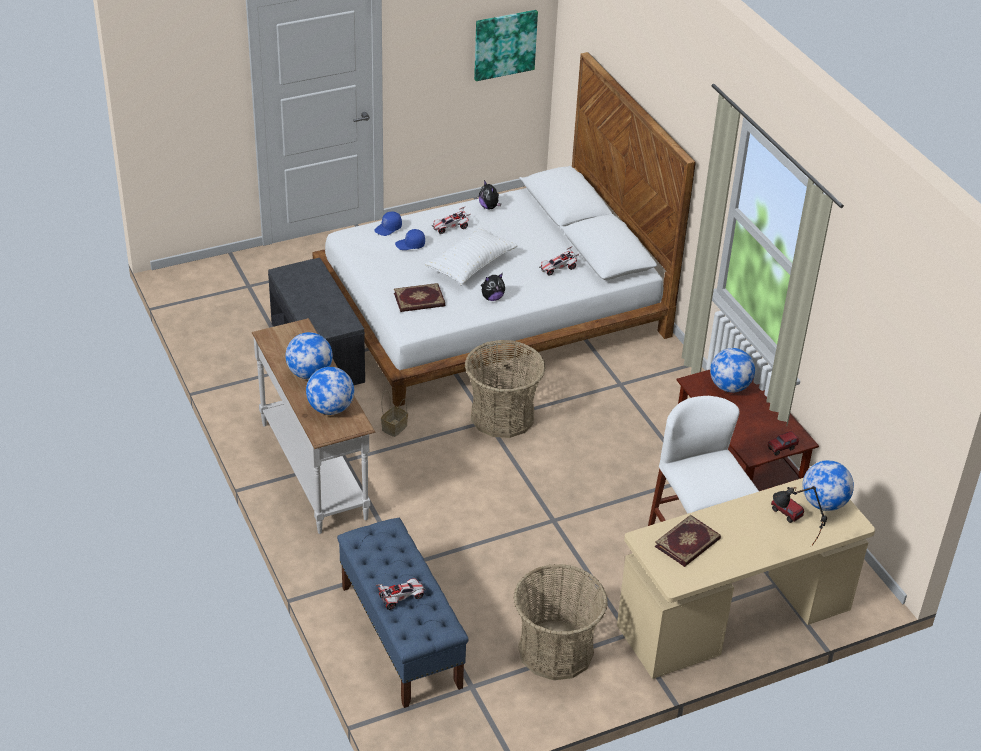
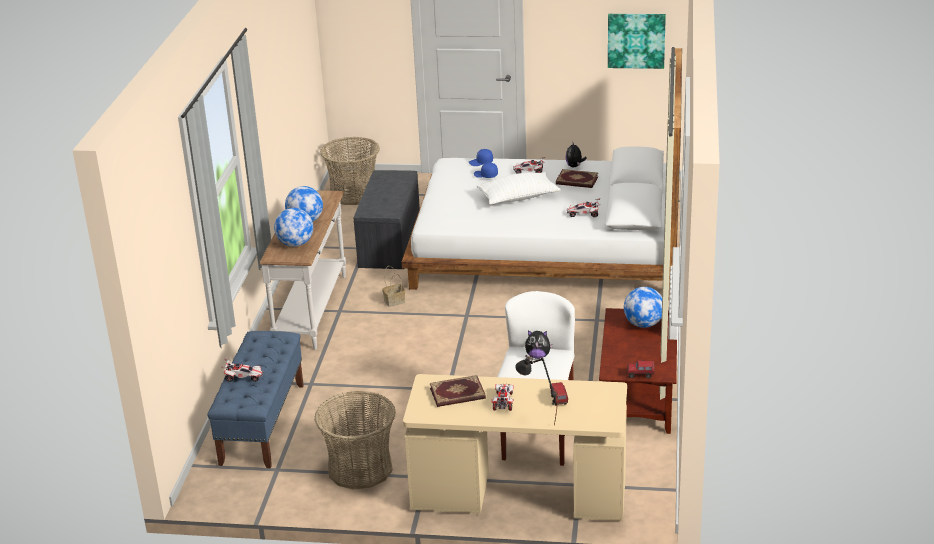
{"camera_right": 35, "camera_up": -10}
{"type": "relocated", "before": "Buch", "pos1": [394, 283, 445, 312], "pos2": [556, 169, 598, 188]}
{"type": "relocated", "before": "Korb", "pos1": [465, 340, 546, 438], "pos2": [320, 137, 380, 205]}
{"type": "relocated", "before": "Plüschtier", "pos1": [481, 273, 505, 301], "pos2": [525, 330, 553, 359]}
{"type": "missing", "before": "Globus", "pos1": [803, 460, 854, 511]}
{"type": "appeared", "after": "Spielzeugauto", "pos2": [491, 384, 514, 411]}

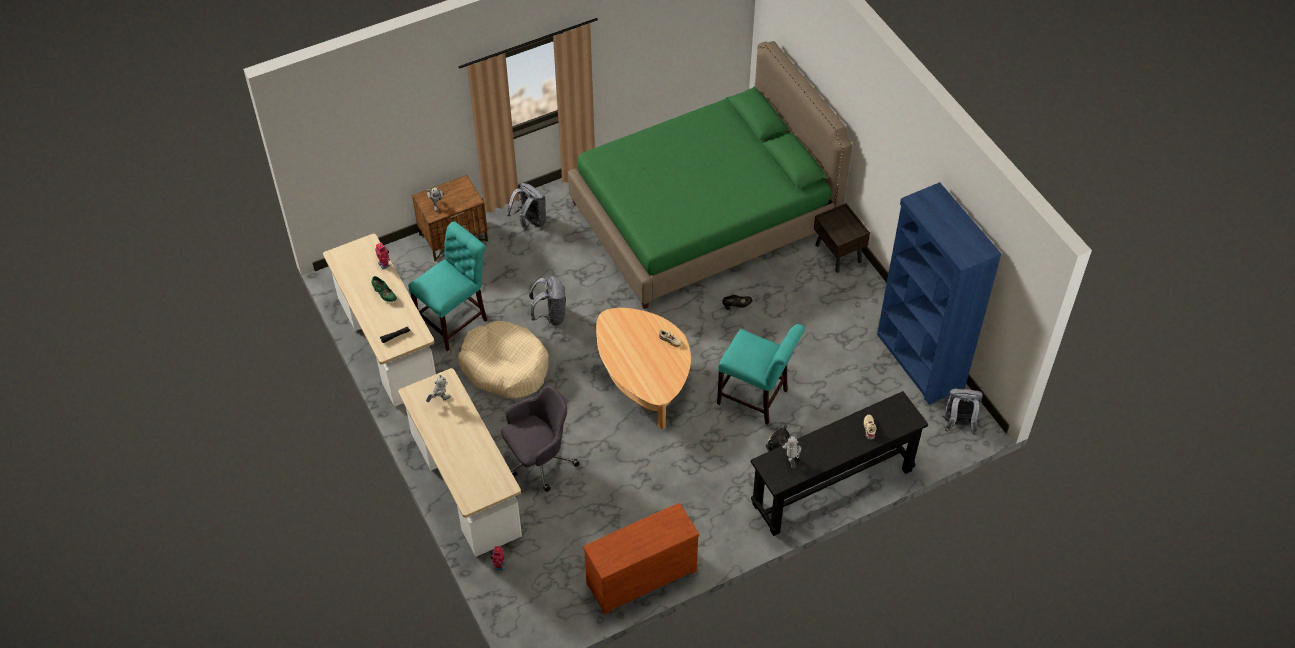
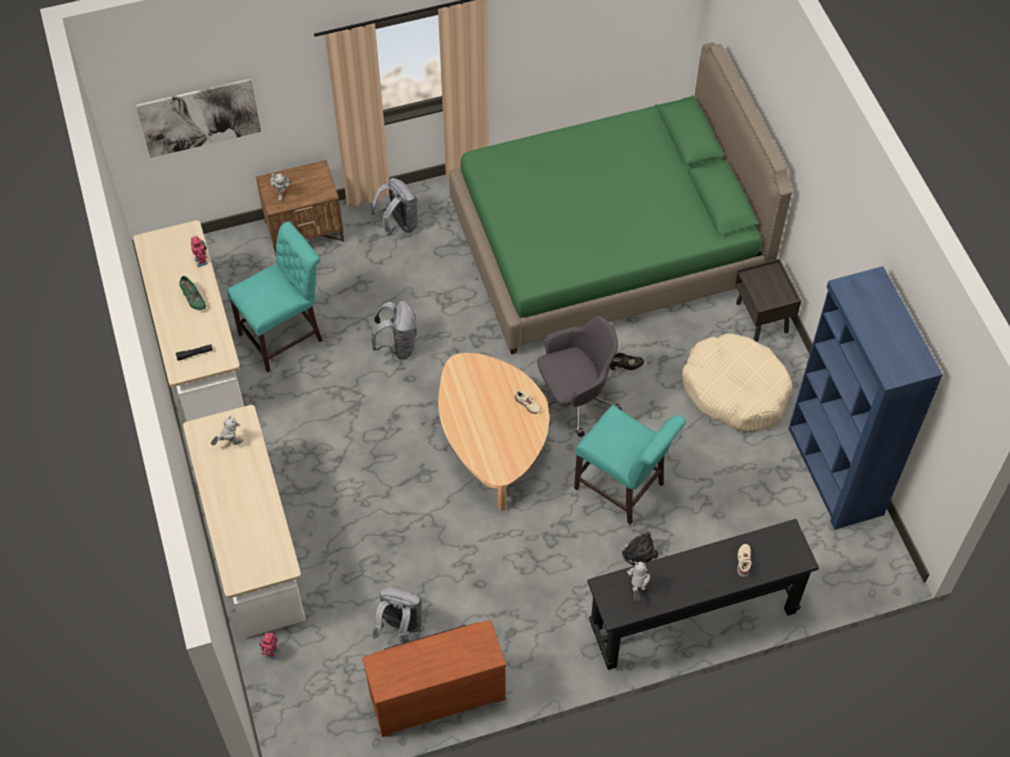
{"camera_right": 10, "camera_up": 5}
{"type": "relocated", "before": "Hundebett/beige", "pos1": [458, 321, 549, 398], "pos2": [682, 334, 792, 431]}
{"type": "relocated", "before": "Bürostuhl/grau", "pos1": [501, 386, 580, 492], "pos2": [537, 316, 622, 437]}
{"type": "relocated", "before": "Rucksack/grau", "pos1": [942, 389, 983, 435], "pos2": [372, 587, 422, 644]}
{"type": "appeared", "after": "Bild", "pos2": [136, 78, 261, 158]}

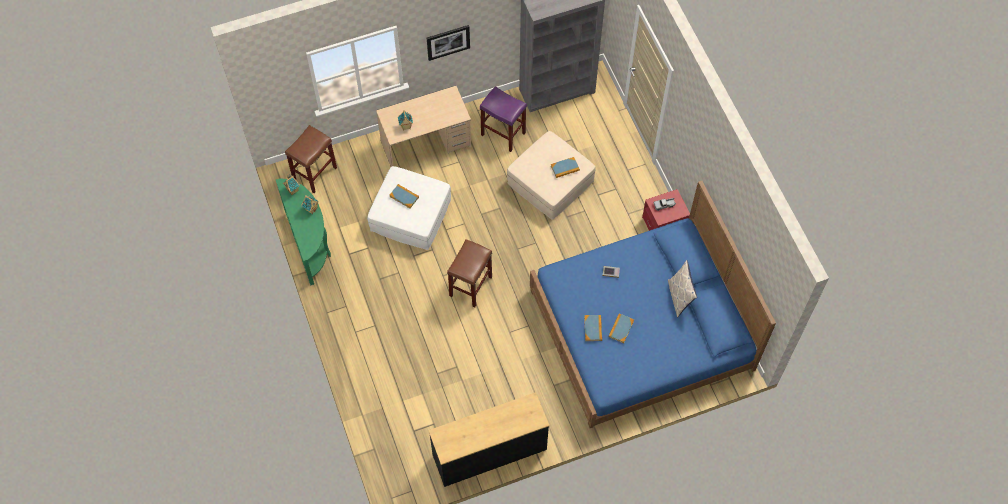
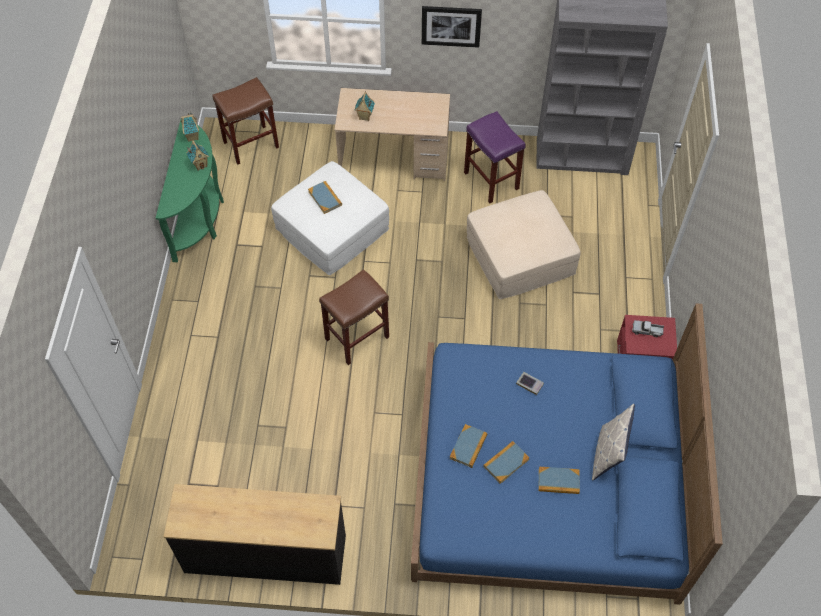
{"camera_right": 25, "camera_up": -5}
{"type": "relocated", "before": "Buch", "pos1": [551, 157, 580, 178], "pos2": [539, 467, 580, 494]}

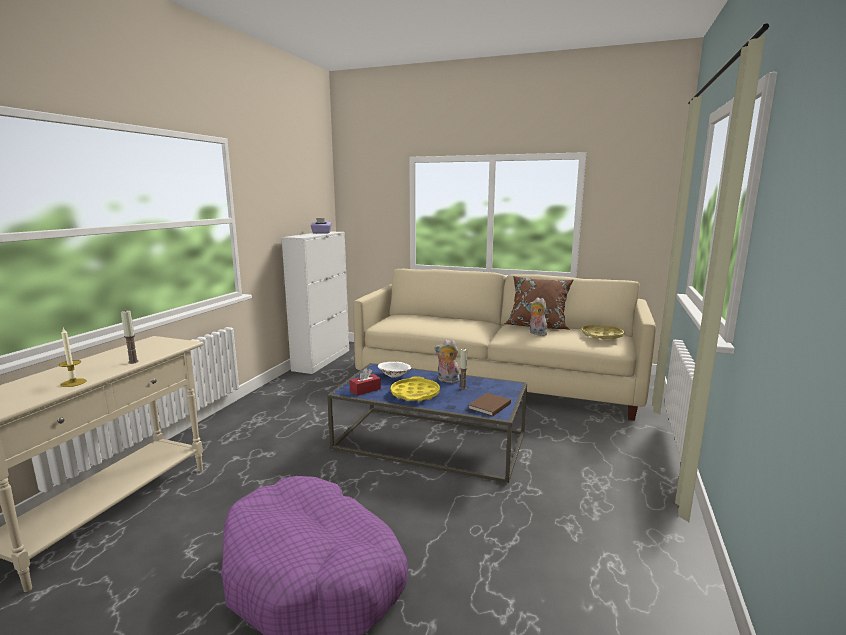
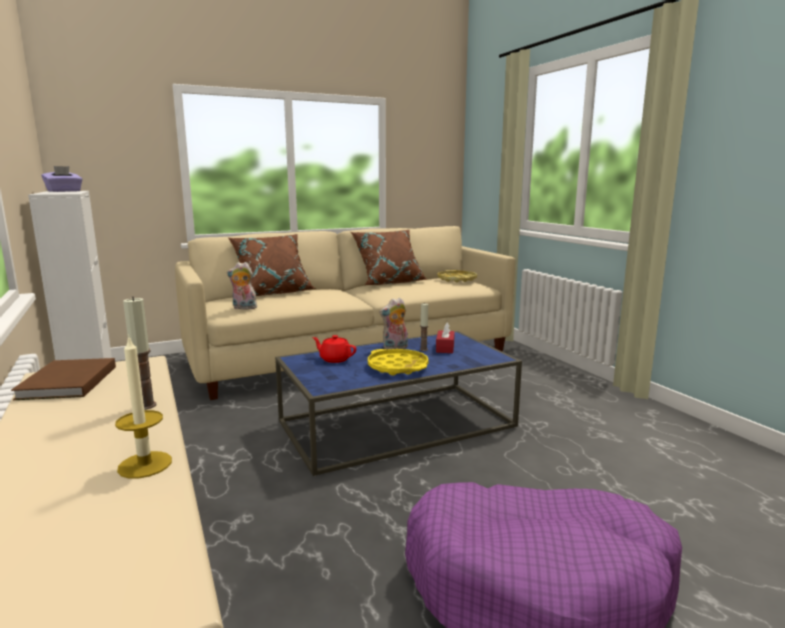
{"camera_right": -45, "camera_up": 0}
{"type": "relocated", "before": "Taschentuchbox/rot", "pos1": [350, 368, 381, 396], "pos2": [436, 322, 455, 353]}
{"type": "exchanged", "before": "Schüssel/weiß", "after": "Teekanne/rot", "pos1": [378, 362, 411, 378], "pos2": [312, 335, 356, 363]}
{"type": "relocated", "before": "Buch/braun", "pos1": [468, 393, 511, 417], "pos2": [11, 358, 116, 400]}
{"type": "relocated", "before": "Plüschtier", "pos1": [529, 297, 547, 336], "pos2": [227, 262, 257, 310]}
{"type": "appeared", "after": "Kissen/braun", "pos2": [228, 234, 316, 296]}

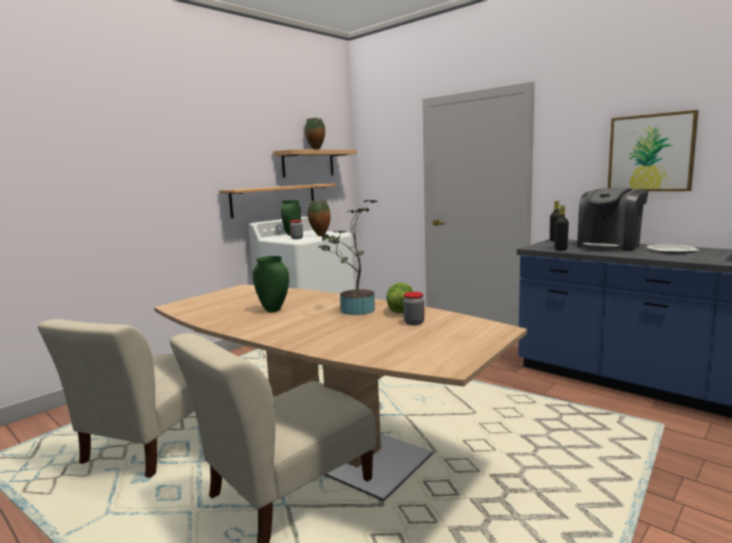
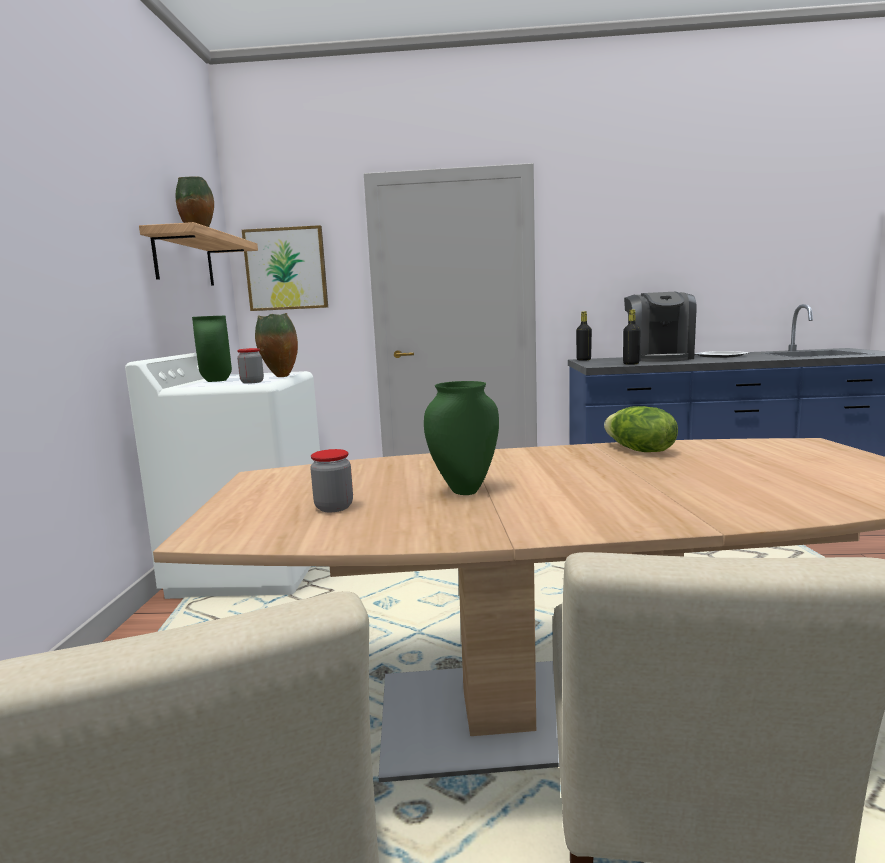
{"camera_right": -40, "camera_up": 0}
{"type": "missing", "before": "Wandregal", "pos1": [219, 184, 336, 218]}
{"type": "missing", "before": "Topfpflanze", "pos1": [318, 200, 378, 315]}
{"type": "relocated", "before": "Vorratsglas", "pos1": [403, 292, 425, 325], "pos2": [310, 449, 353, 512]}
{"type": "relocated", "before": "Bild", "pos1": [608, 110, 699, 191], "pos2": [242, 225, 328, 311]}

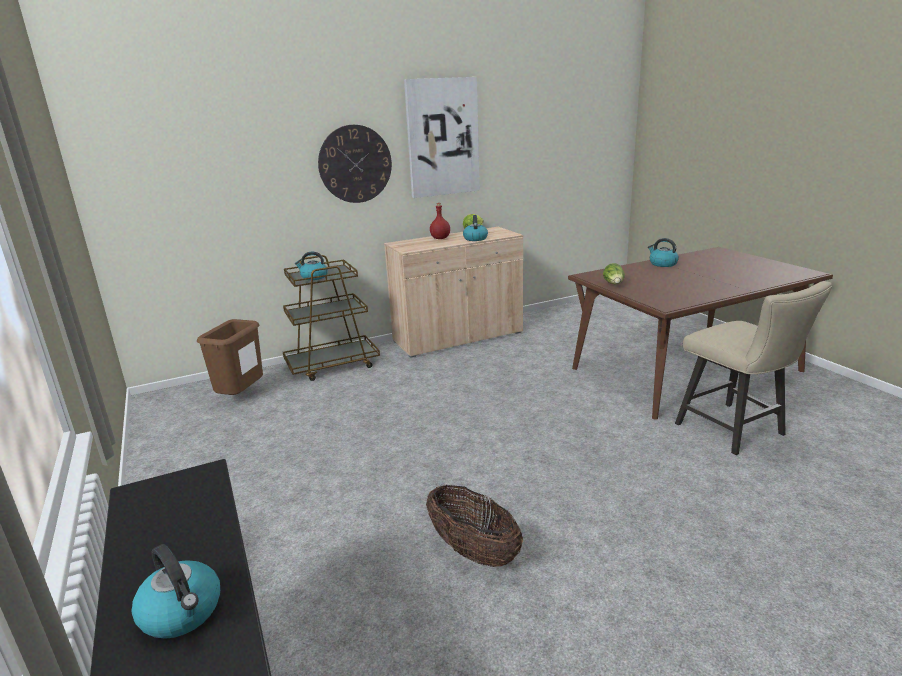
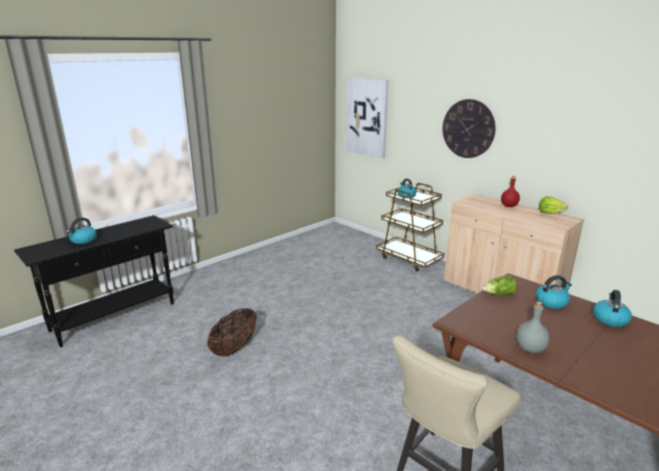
{"camera_right": 70, "camera_up": 0}
{"type": "missing", "before": "Mülleimer/braun", "pos1": [197, 319, 263, 395]}
{"type": "relocated", "before": "Bild", "pos1": [404, 77, 480, 198], "pos2": [346, 78, 388, 159]}
{"type": "relocated", "before": "Wasserkessel", "pos1": [463, 215, 488, 241], "pos2": [535, 275, 572, 309]}
{"type": "appeared", "after": "Flasche/grau", "pos2": [516, 302, 550, 353]}

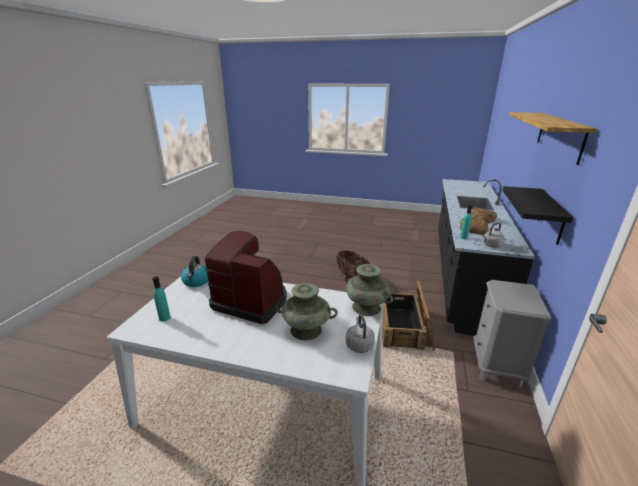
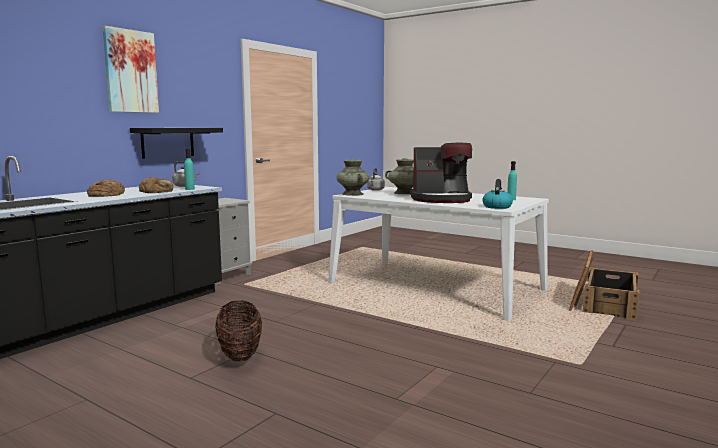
{"camera_right": -160, "camera_up": -15}
{"type": "spun", "before": "Kaffeemaschine", "pos1": [205, 231, 287, 324], "pos2": [409, 143, 472, 203], "turn": -45}
{"type": "relocated", "before": "Kiste", "pos1": [382, 280, 435, 351], "pos2": [569, 250, 639, 320]}
{"type": "exchanged", "before": "Wandregal", "after": "Bild", "pos1": [509, 112, 597, 165], "pos2": [102, 26, 159, 113]}

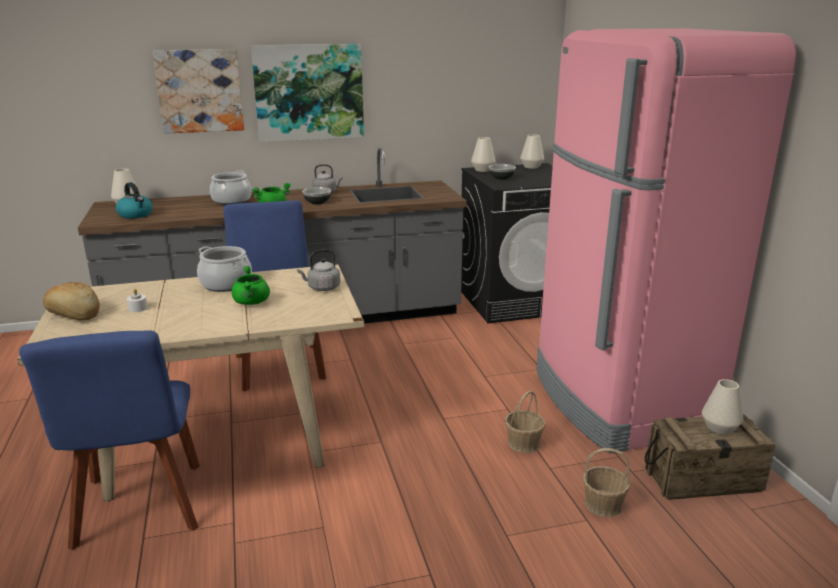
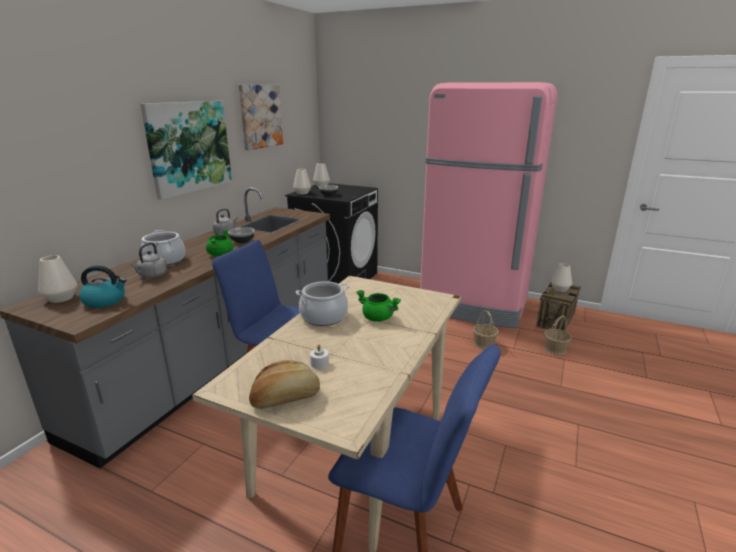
{"camera_right": -50, "camera_up": 0}
{"type": "relocated", "before": "Bild", "pos1": [152, 49, 244, 134], "pos2": [239, 85, 283, 150]}
{"type": "relocated", "before": "Wasserkessel/grau", "pos1": [297, 249, 341, 291], "pos2": [131, 243, 167, 278]}

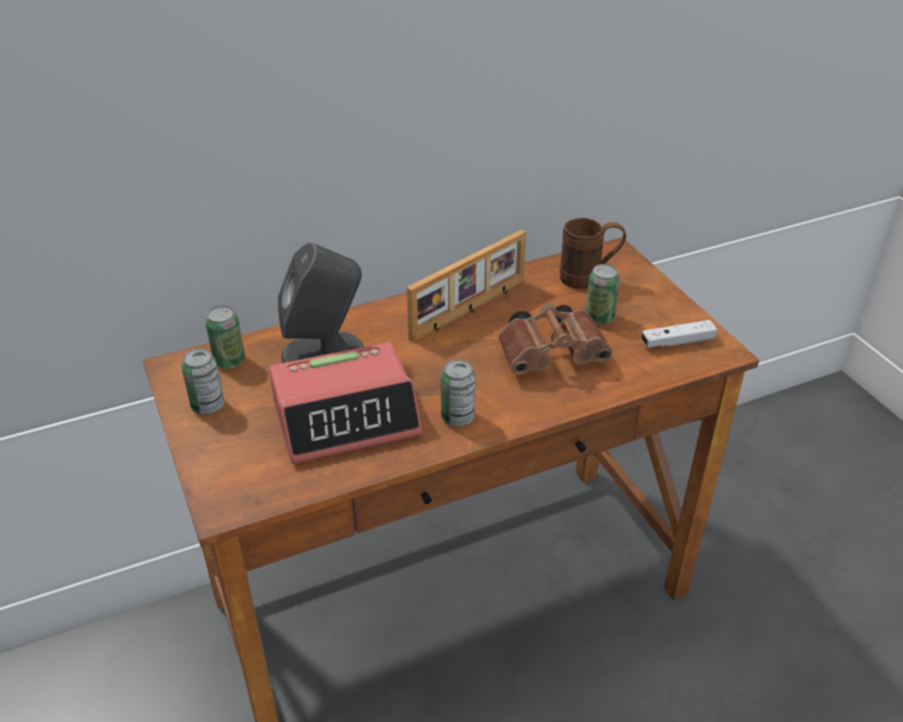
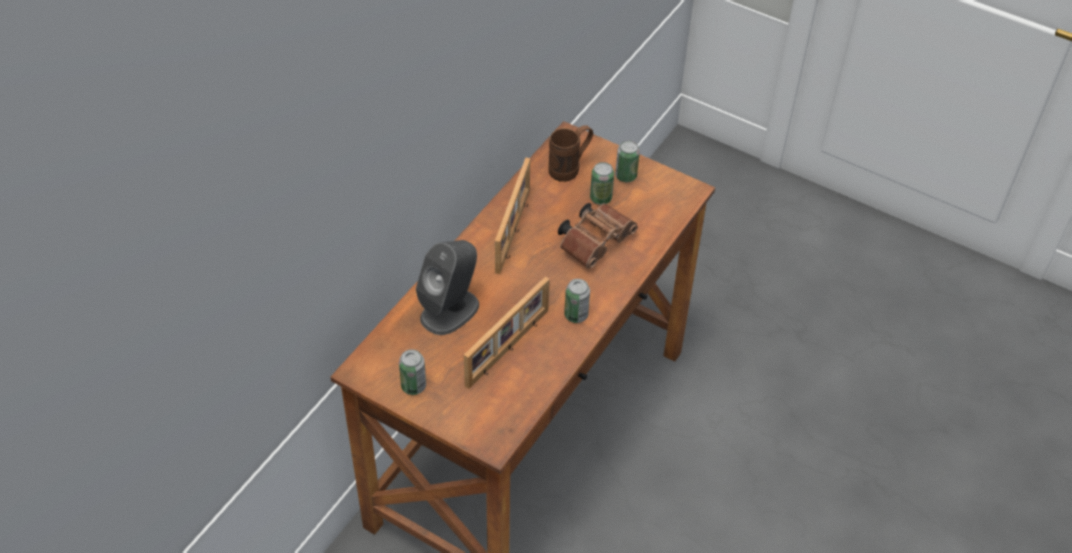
{"camera_right": -35, "camera_up": 10}
{"type": "relocated", "before": "Dose", "pos1": [205, 306, 245, 369], "pos2": [615, 140, 640, 182]}
{"type": "exchanged", "before": "Wecker", "after": "Bilderrahmen", "pos1": [269, 342, 422, 464], "pos2": [464, 276, 550, 389]}
{"type": "missing", "before": "Gamepad/weiß", "pos1": [641, 320, 717, 348]}

